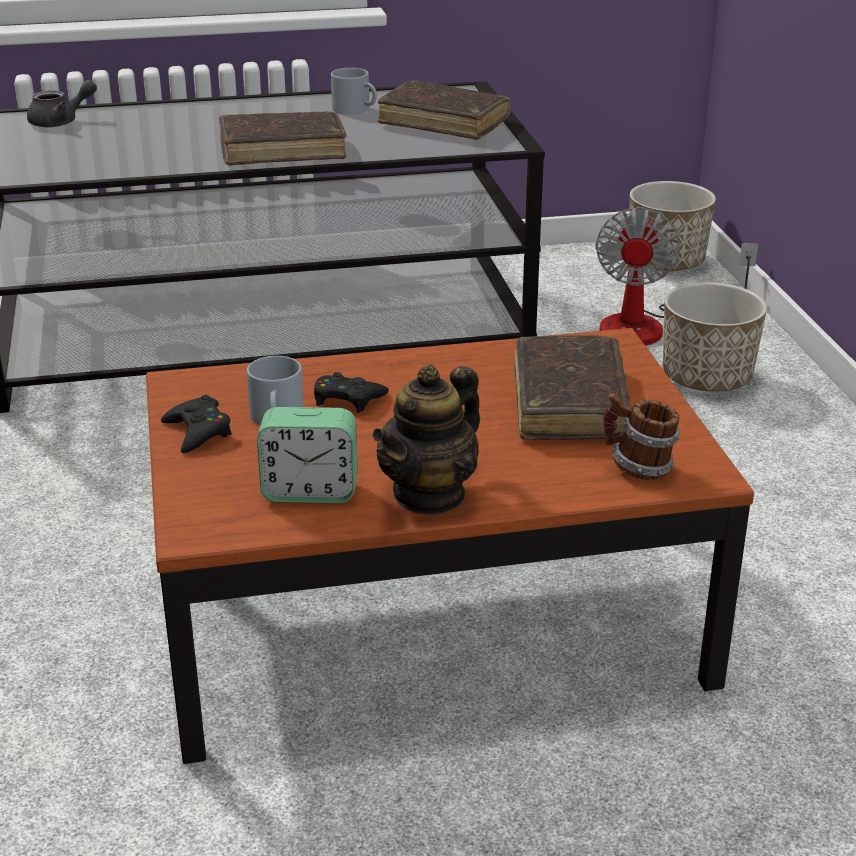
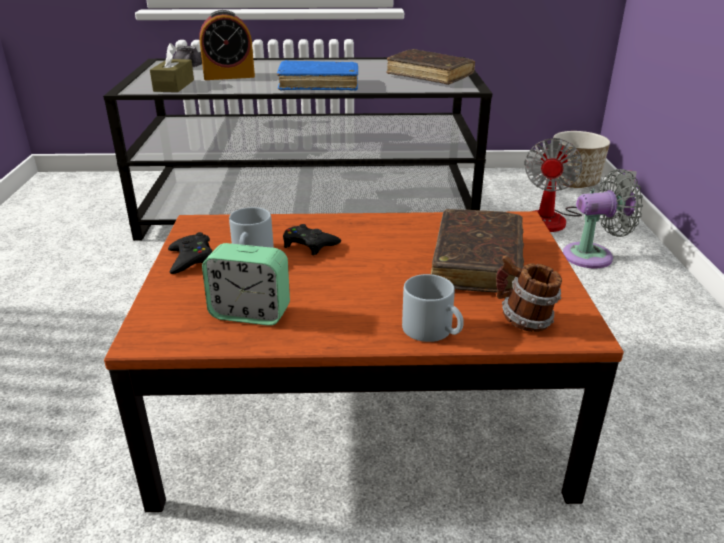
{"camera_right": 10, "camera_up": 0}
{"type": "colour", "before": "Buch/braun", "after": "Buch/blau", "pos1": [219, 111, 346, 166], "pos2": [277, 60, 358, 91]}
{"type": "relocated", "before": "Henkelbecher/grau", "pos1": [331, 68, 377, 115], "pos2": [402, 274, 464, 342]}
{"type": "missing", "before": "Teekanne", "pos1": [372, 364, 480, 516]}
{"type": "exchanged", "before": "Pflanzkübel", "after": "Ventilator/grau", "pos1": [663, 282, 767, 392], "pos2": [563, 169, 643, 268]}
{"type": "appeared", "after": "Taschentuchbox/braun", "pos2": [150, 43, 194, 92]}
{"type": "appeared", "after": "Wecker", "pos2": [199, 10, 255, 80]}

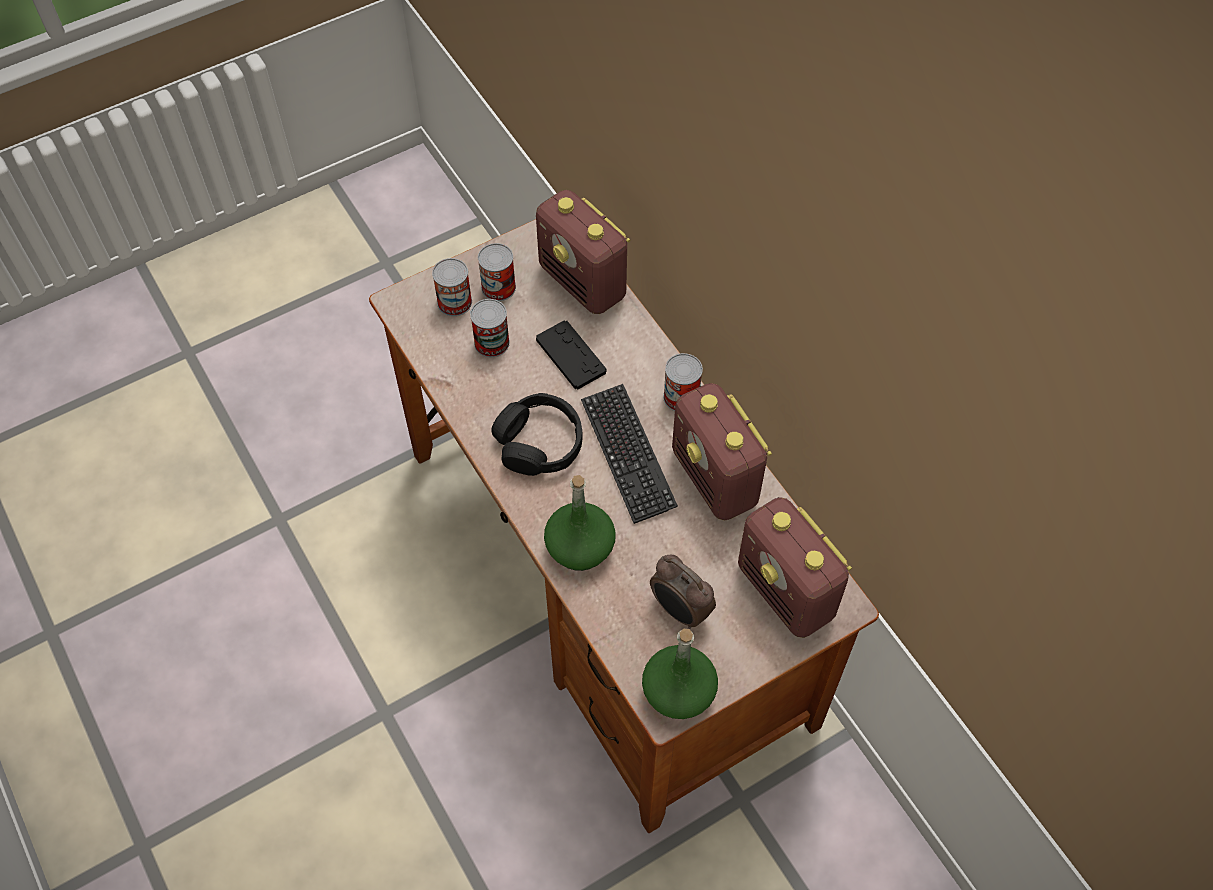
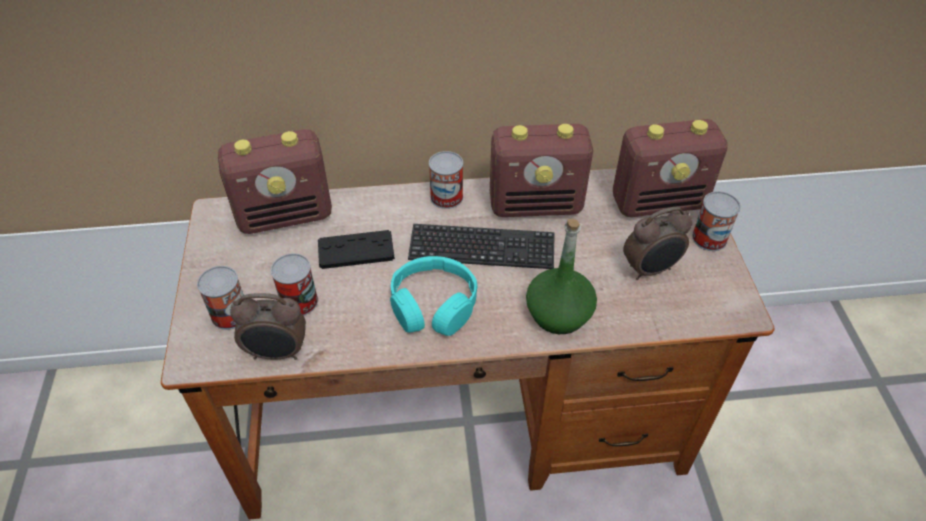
{"camera_right": -65, "camera_up": -10}
{"type": "relocated", "before": "Dose", "pos1": [478, 243, 516, 301], "pos2": [692, 191, 741, 251]}
{"type": "colour", "before": "Kopfhörer/schwarz", "after": "Kopfhörer/türkis", "pos1": [492, 393, 583, 476], "pos2": [390, 256, 477, 336]}
{"type": "missing", "before": "Flasche/grün", "pos1": [642, 628, 718, 719]}
{"type": "appeared", "after": "Wecker", "pos2": [230, 293, 306, 360]}

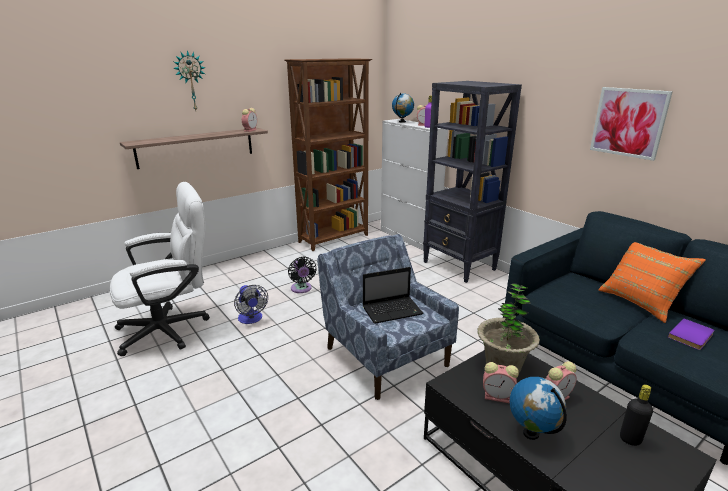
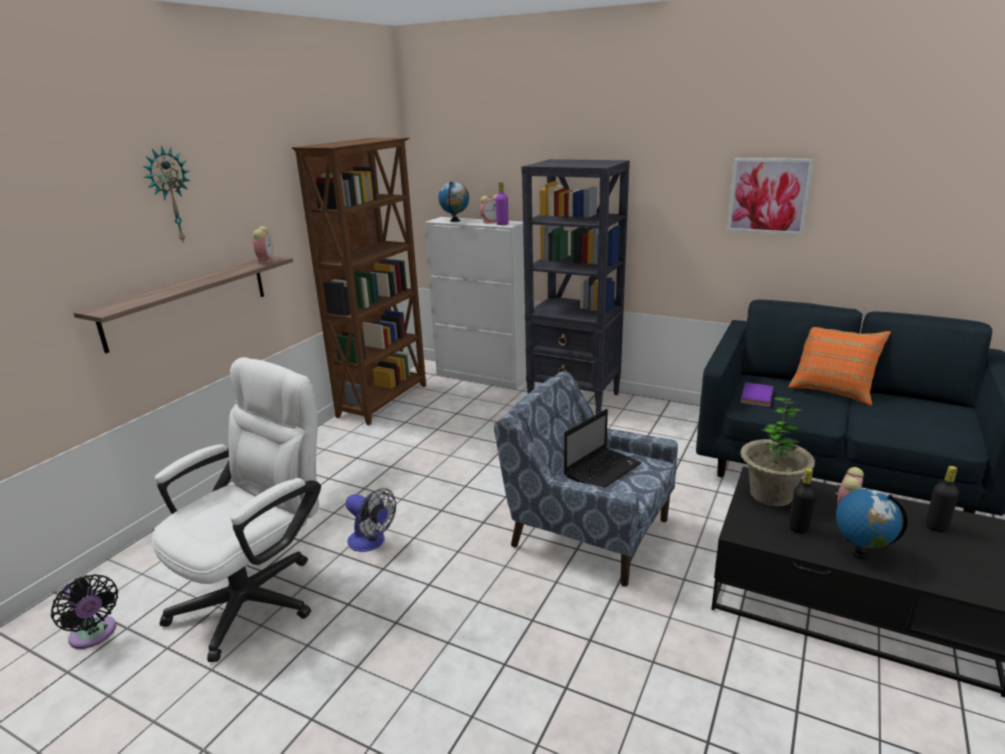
{"camera_right": -25, "camera_up": 0}
{"type": "relocated", "before": "Ventilator/schwarz", "pos1": [288, 257, 317, 293], "pos2": [51, 574, 118, 649]}
{"type": "exchanged", "before": "Wecker", "after": "Flasche/schwarz", "pos1": [483, 362, 519, 403], "pos2": [789, 468, 816, 534]}
{"type": "relocated", "before": "Buch/lila", "pos1": [668, 319, 715, 350], "pos2": [740, 382, 773, 407]}

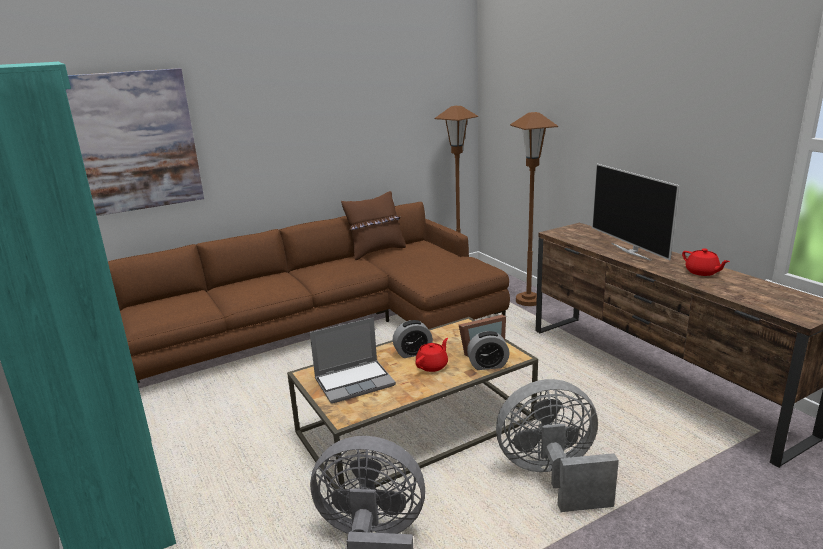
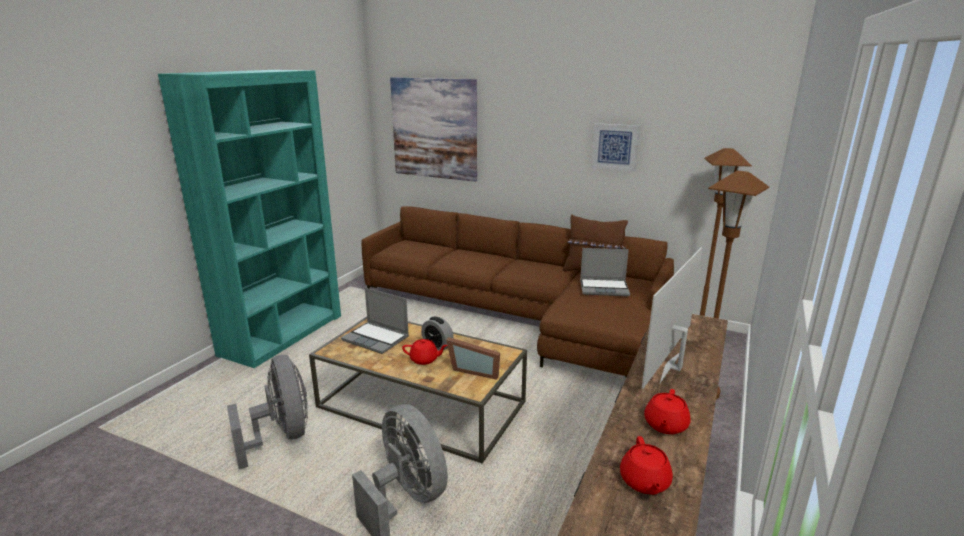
{"camera_right": 55, "camera_up": 0}
{"type": "missing", "before": "Wecker", "pos1": [467, 331, 510, 370]}
{"type": "appeared", "after": "Laptop", "pos2": [580, 248, 630, 296]}
{"type": "appeared", "after": "Bild", "pos2": [591, 123, 639, 171]}
{"type": "appeared", "after": "Teekanne/rot", "pos2": [620, 436, 673, 495]}

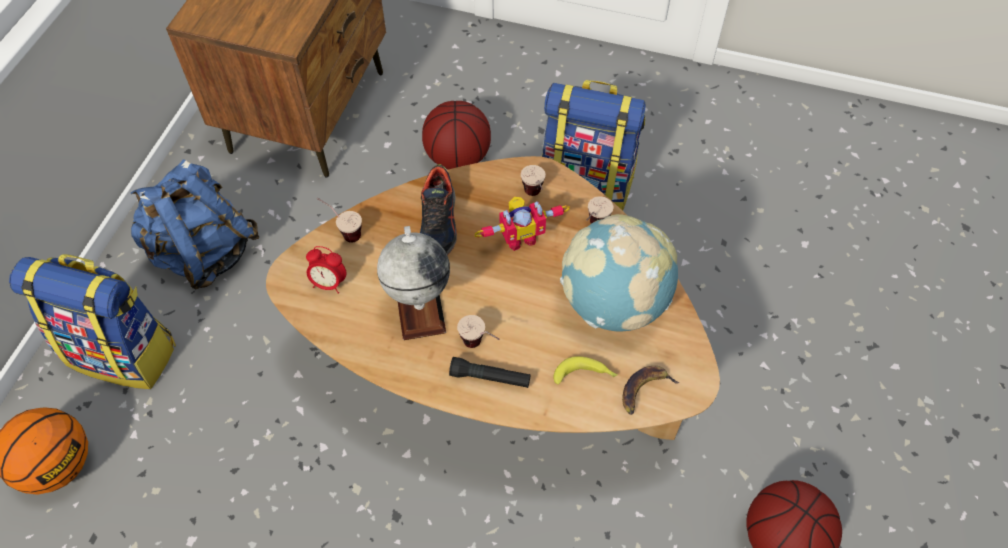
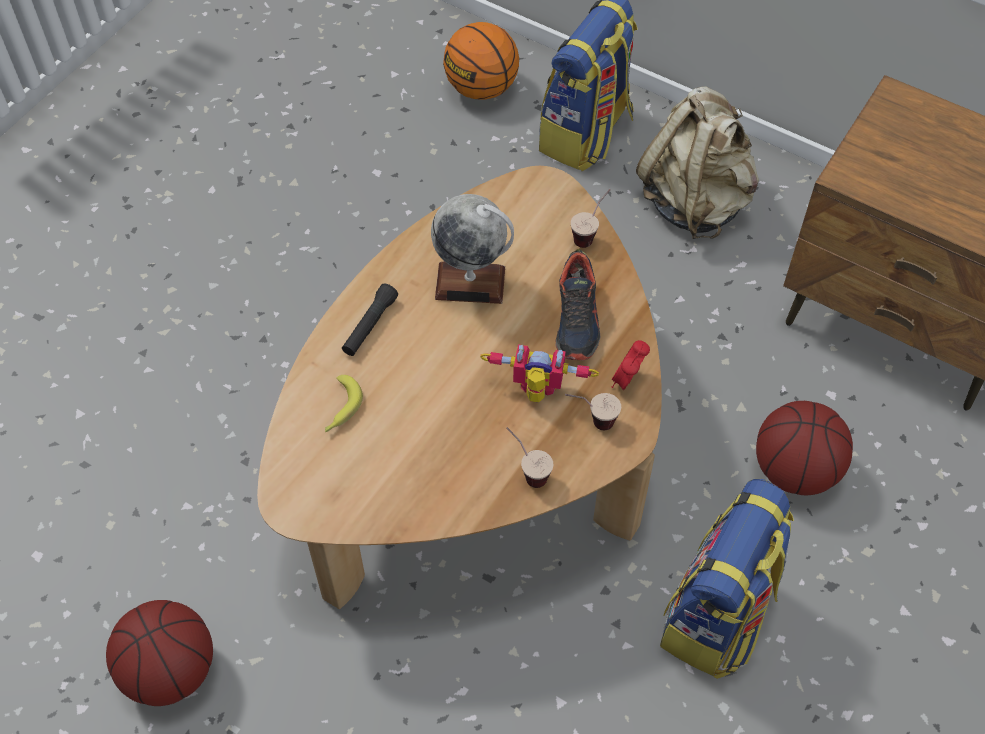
{"camera_right": 105, "camera_up": 0}
{"type": "colour", "before": "Rucksack/blau", "after": "Rucksack/beige", "pos1": [131, 160, 259, 289], "pos2": [636, 87, 759, 239]}
{"type": "relocated", "before": "Wecker", "pos1": [306, 246, 346, 294], "pos2": [611, 340, 650, 390]}
{"type": "spun", "before": "Schuh", "pos1": [420, 164, 457, 256], "pos2": [555, 249, 601, 361], "turn": -105}
{"type": "missing", "before": "Tasse", "pos1": [457, 315, 499, 348]}
{"type": "spun", "before": "Spielzeugroboter", "pos1": [475, 197, 570, 251], "pos2": [480, 344, 599, 402], "turn": 105}
{"type": "missing", "before": "Globus", "pos1": [560, 214, 678, 331]}
{"type": "missing", "before": "Banane", "pos1": [622, 366, 680, 415]}

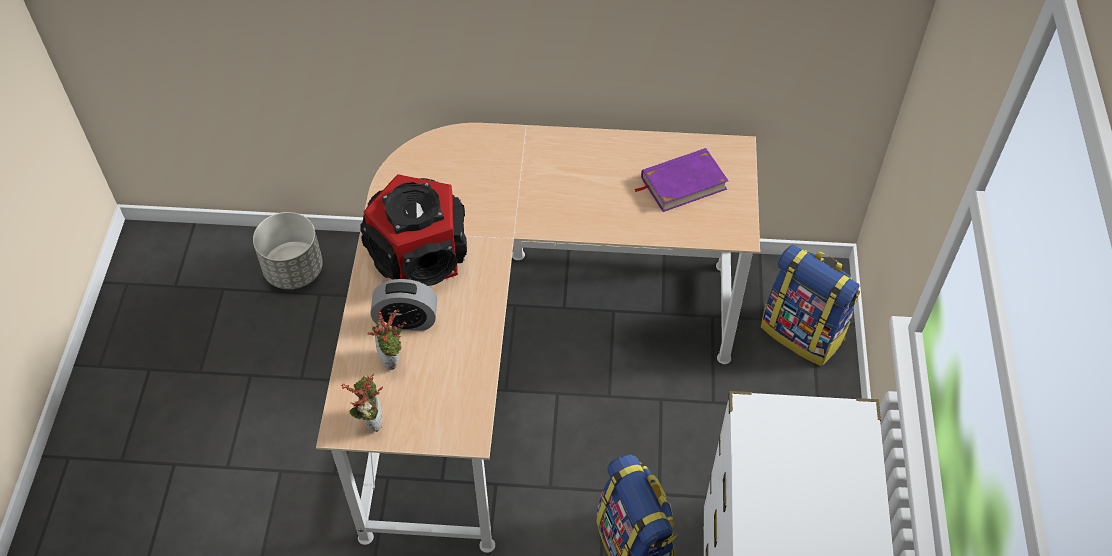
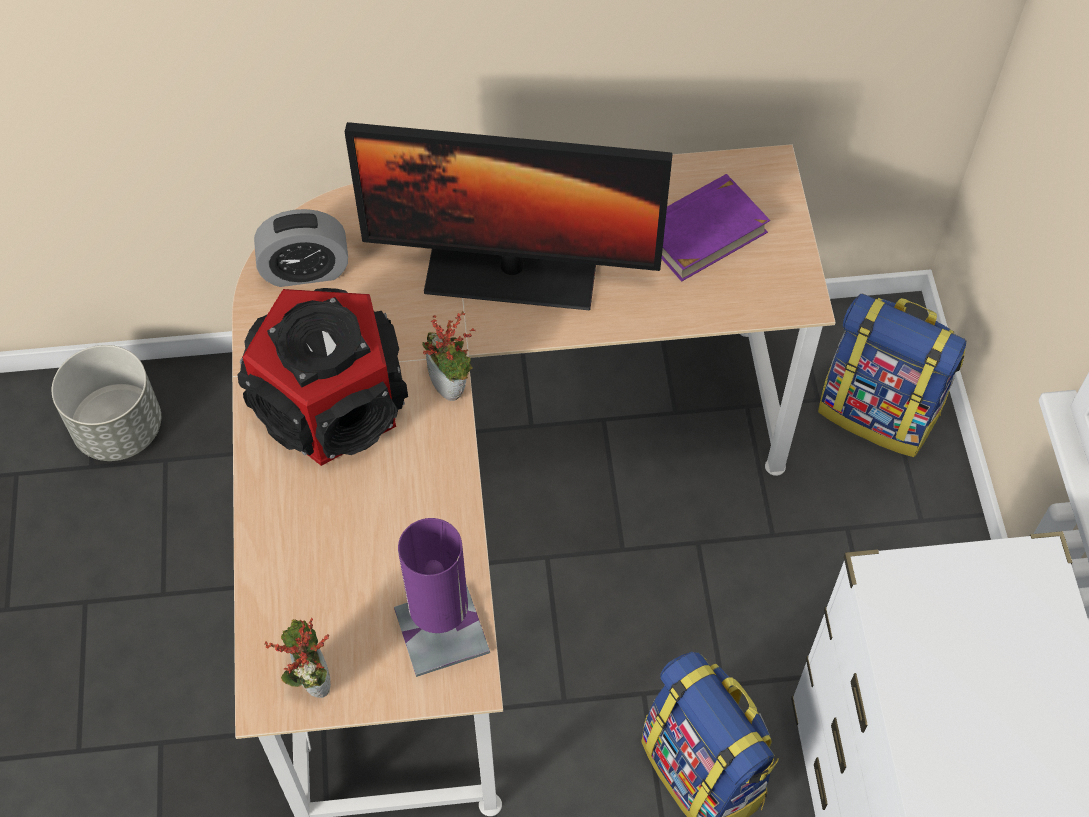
{"camera_right": -10, "camera_up": 5}
{"type": "relocated", "before": "Topfpflanze", "pos1": [368, 309, 406, 370], "pos2": [422, 311, 476, 401]}
{"type": "relocated", "before": "Wecker", "pos1": [371, 279, 437, 331], "pos2": [254, 209, 348, 287]}
{"type": "appeared", "after": "Monitor", "pos2": [345, 122, 673, 310]}
{"type": "appeared", "after": "Tischlampe/lila", "pos2": [394, 518, 490, 677]}

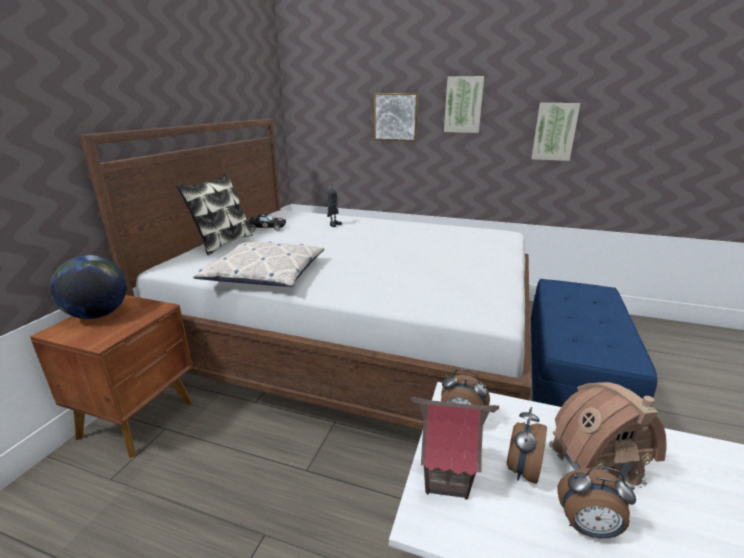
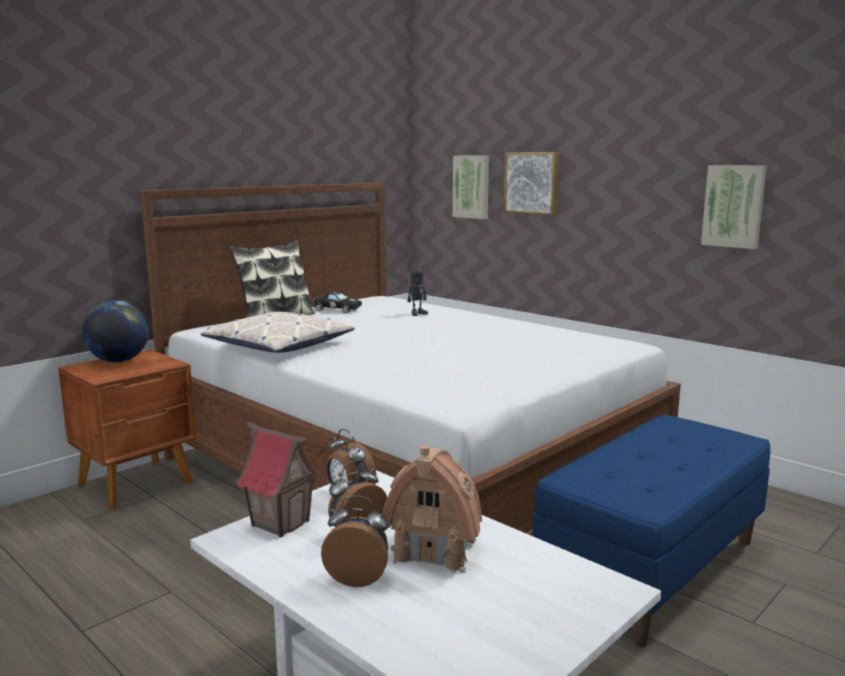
{"camera_right": 25, "camera_up": -10}
{"type": "relocated", "before": "Bild", "pos1": [444, 76, 484, 133], "pos2": [453, 156, 489, 219]}
{"type": "spun", "before": "Wecker", "pos1": [557, 467, 636, 538], "pos2": [321, 495, 388, 587], "turn": 150}

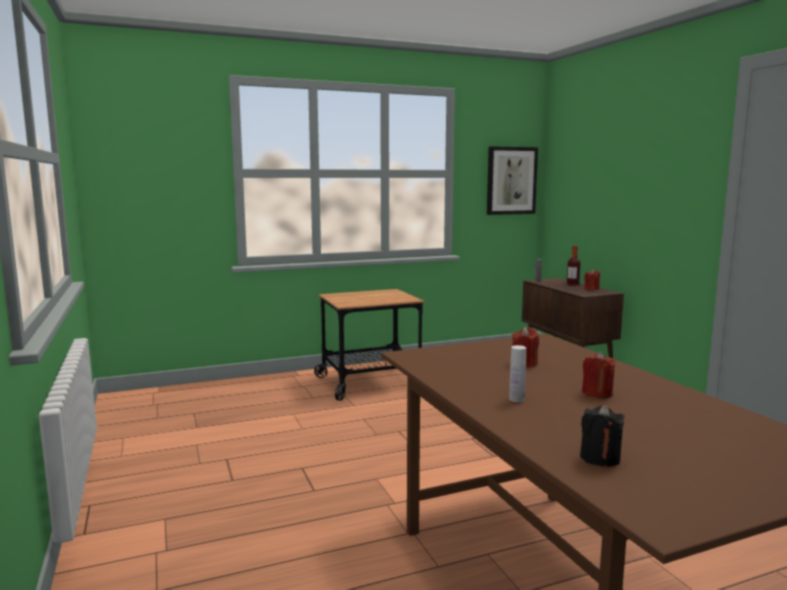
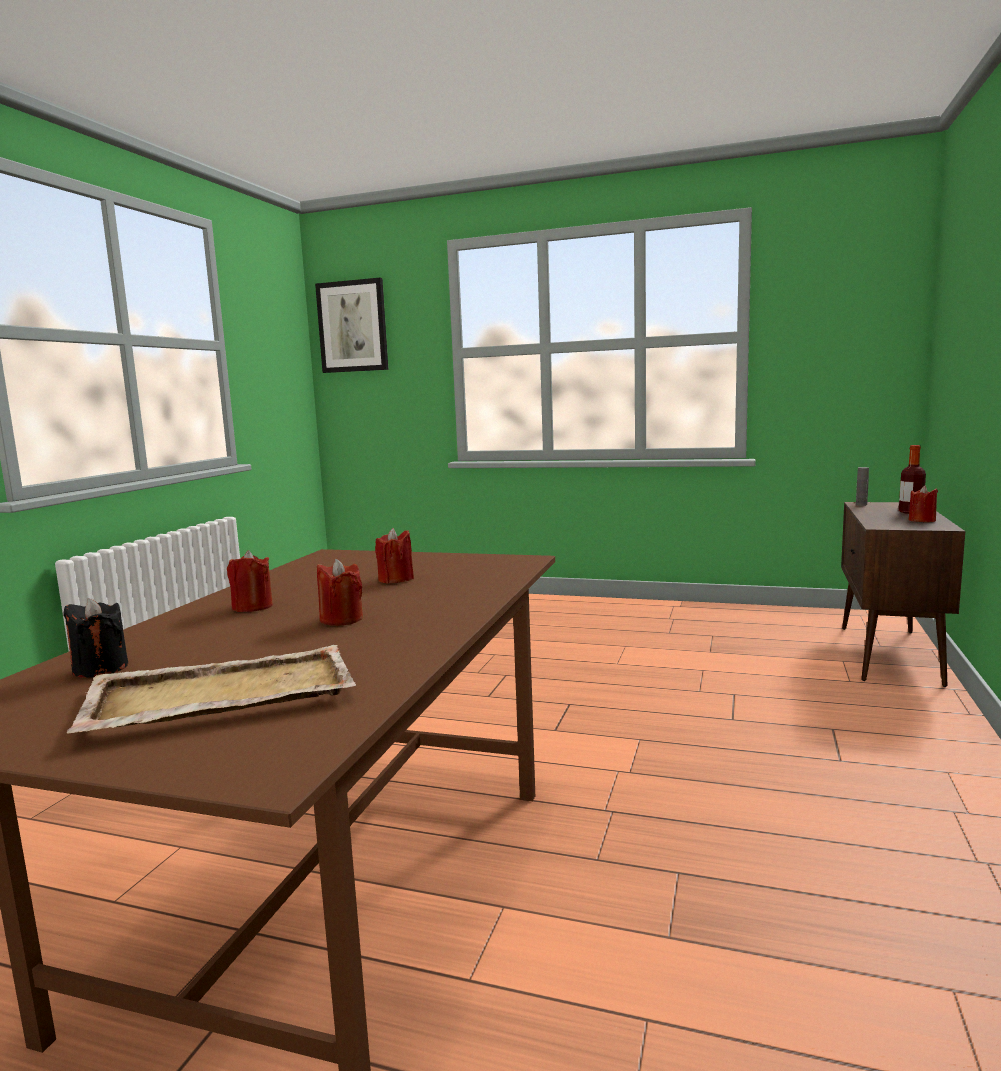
{"camera_right": 40, "camera_up": 0}
{"type": "missing", "before": "Rollwagen", "pos1": [314, 289, 425, 401]}
{"type": "relocated", "before": "Bild", "pos1": [487, 146, 538, 215], "pos2": [315, 278, 388, 373]}
{"type": "exchanged", "before": "Flasche/weiß", "after": "Kerze/rot", "pos1": [509, 345, 526, 402], "pos2": [227, 550, 273, 612]}
{"type": "appeared", "after": "Tablett/beige", "pos2": [66, 645, 356, 734]}

